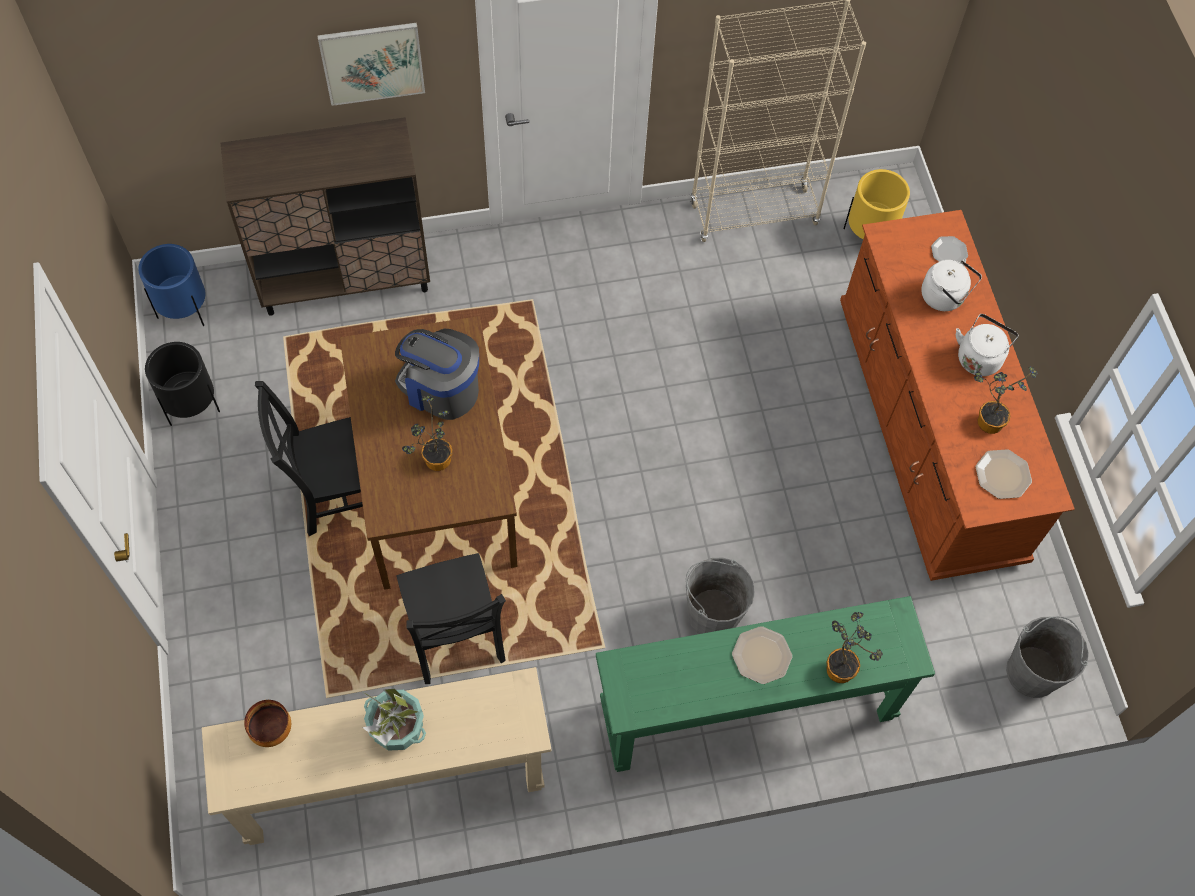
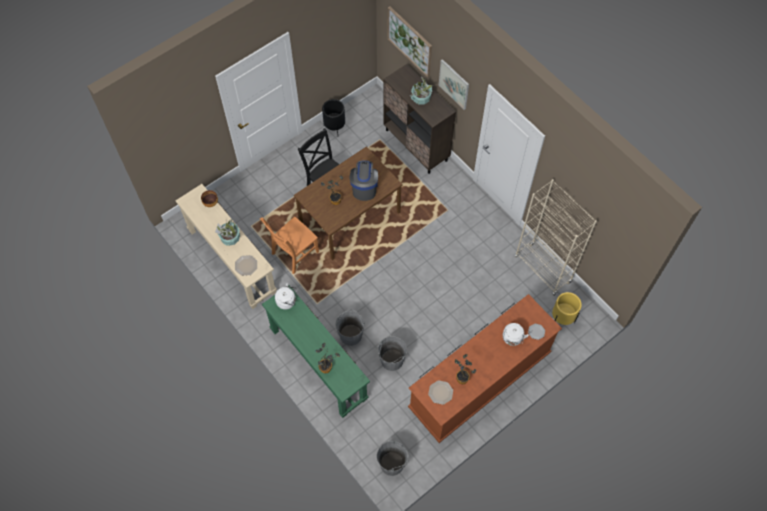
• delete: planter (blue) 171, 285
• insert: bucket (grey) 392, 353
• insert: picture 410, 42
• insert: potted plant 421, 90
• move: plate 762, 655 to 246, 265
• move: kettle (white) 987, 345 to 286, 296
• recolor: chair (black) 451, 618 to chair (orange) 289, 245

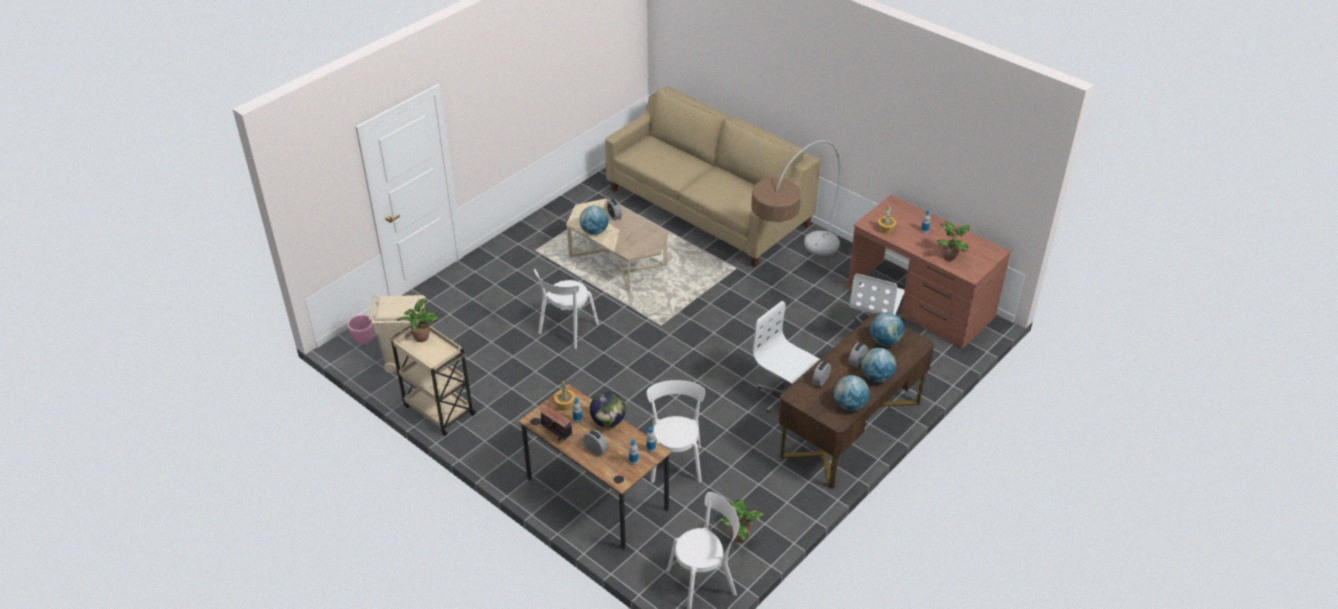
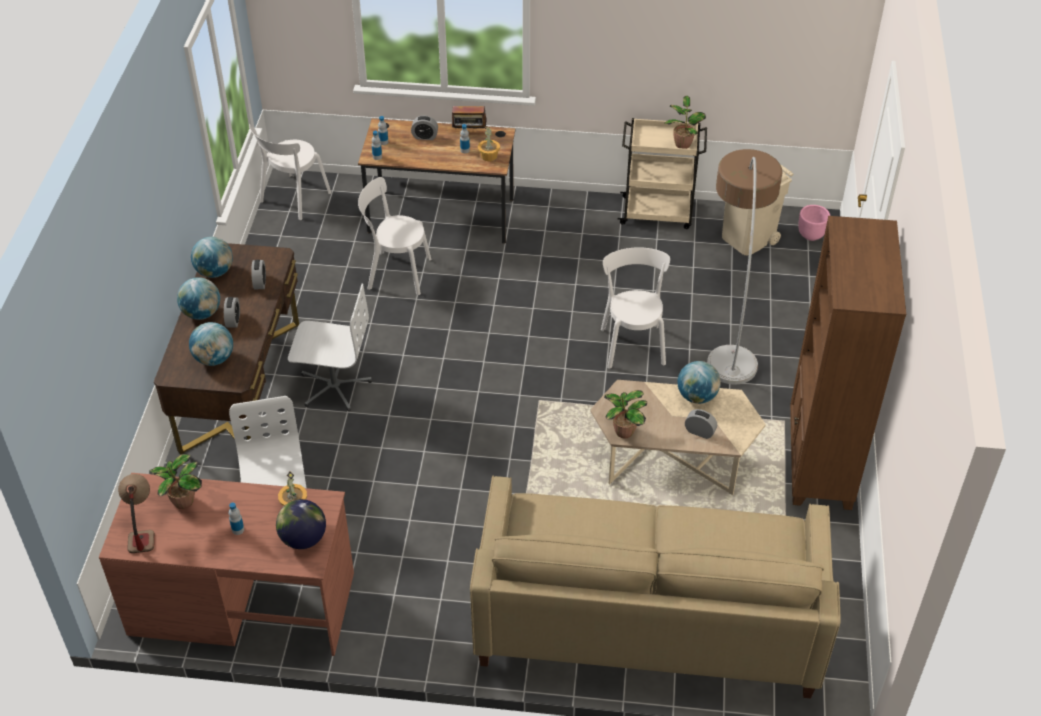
• insert: table lamp 136, 513
• insert: bookcase (brown) 848, 363
• move: globe 608, 409 to 301, 524
• move: potted plant 741, 521 to 625, 414
• move: floor lamp 796, 198 to 745, 267
• rotate: chair (white) 676, 431 = 394, 236 135 degrees clockwise

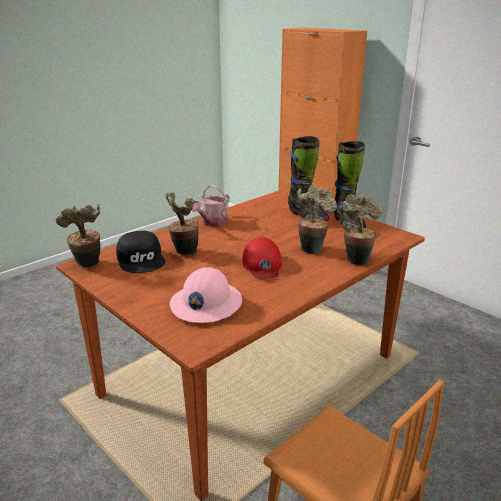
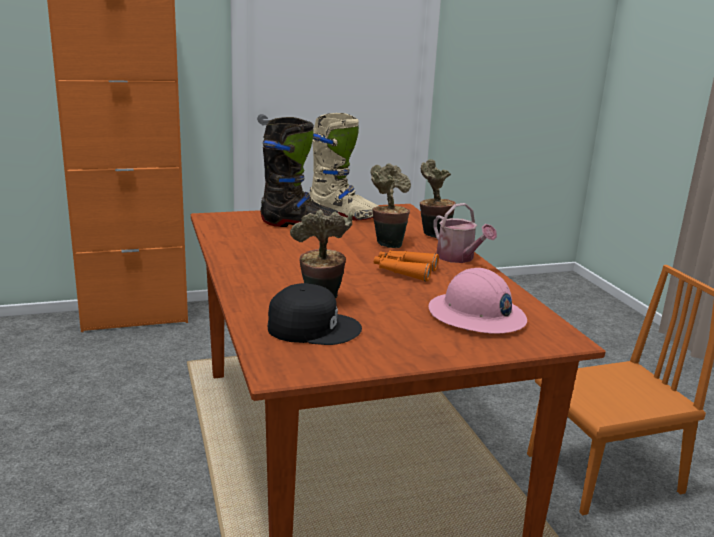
• delete: potted plant 78, 235
• move: watering can 210, 206 to 465, 233
• replace: cap (red) 262, 258 to binoculars (orange) 406, 266
• recolor: boot (black) 350, 185 to boot (beige) 344, 167

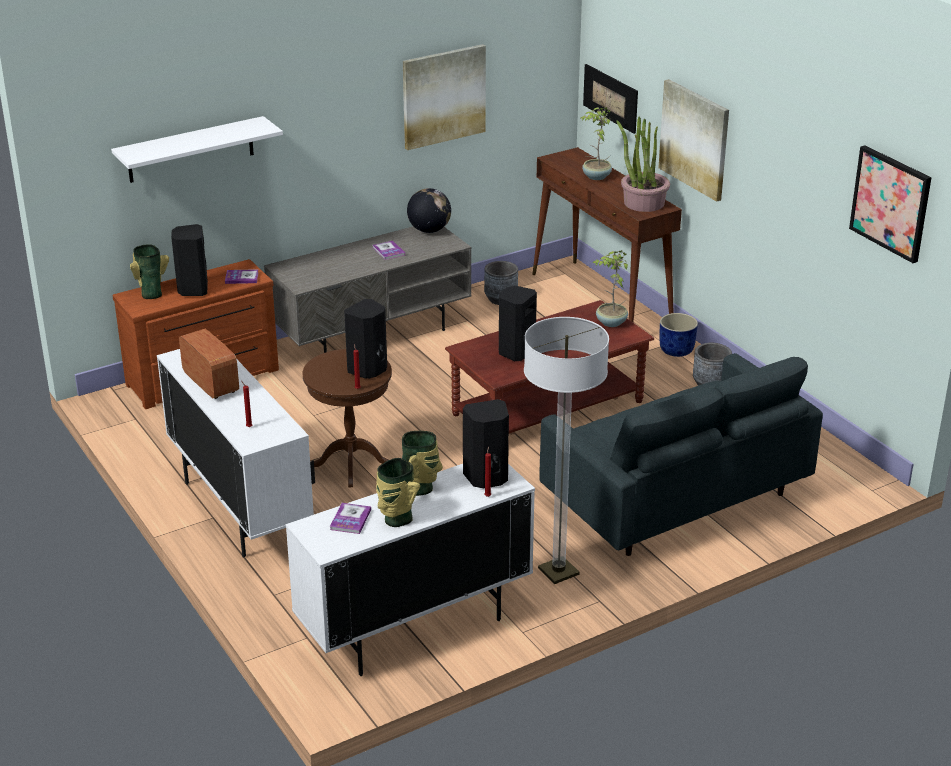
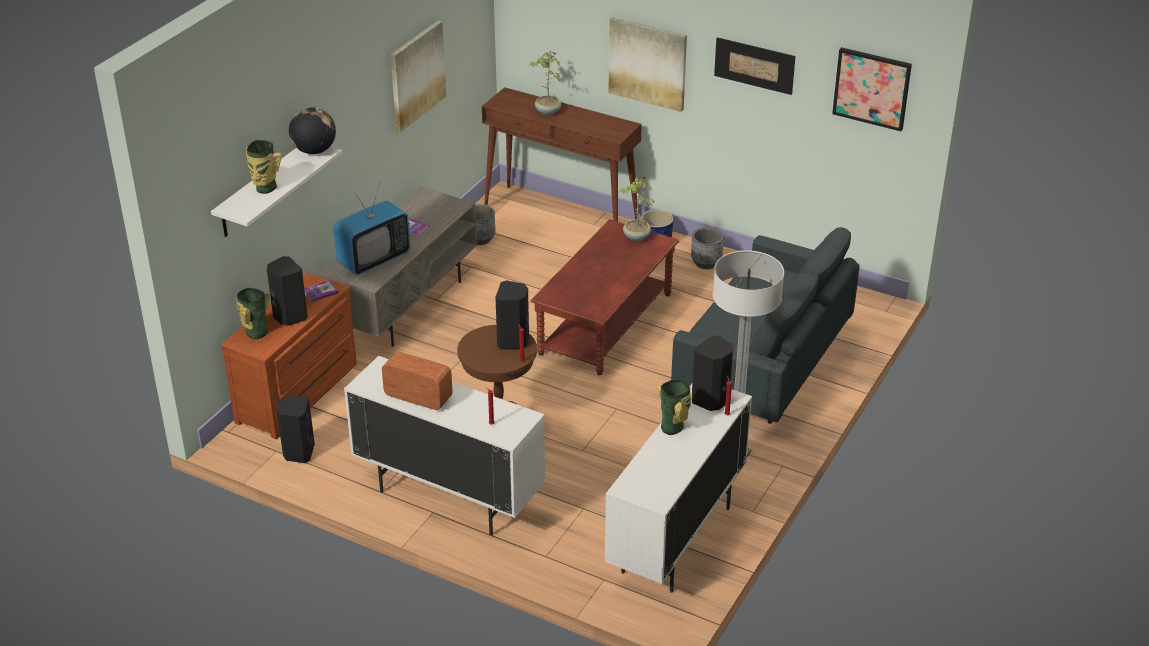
• delete: book 350, 518
• delete: potted plant 643, 164
• insert: television 371, 228
• move: vase 398, 492 to 263, 167
• move: globe 429, 210 to 312, 130
• move: speaker (black) 518, 323 to 296, 429
• move: picture 610, 99 to 755, 66

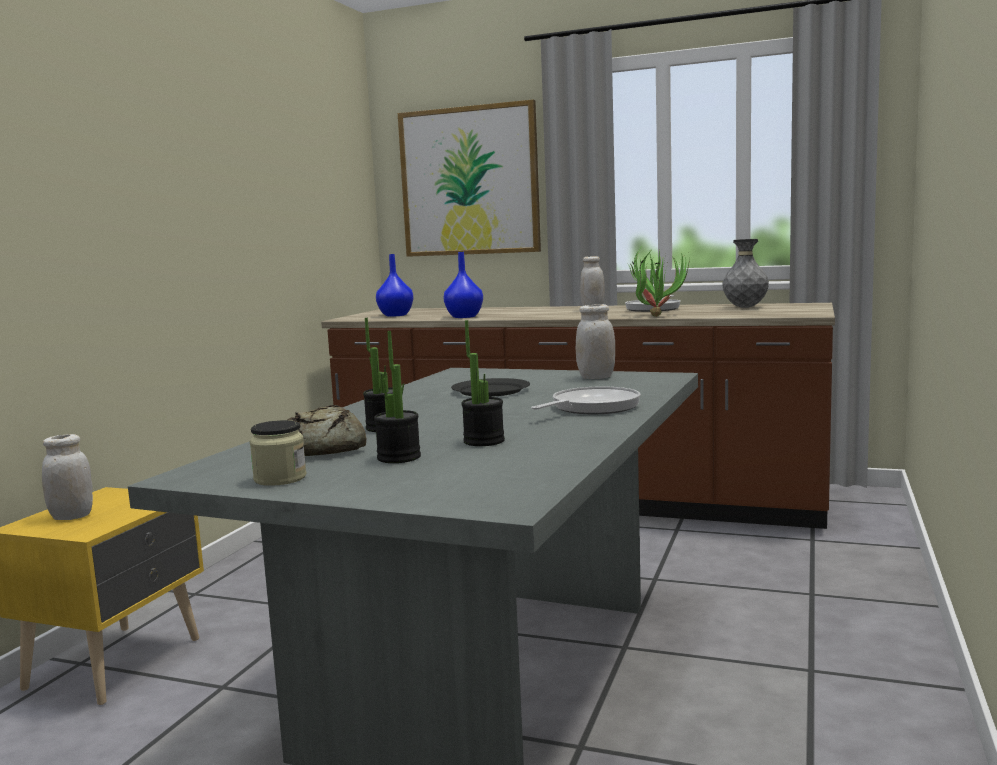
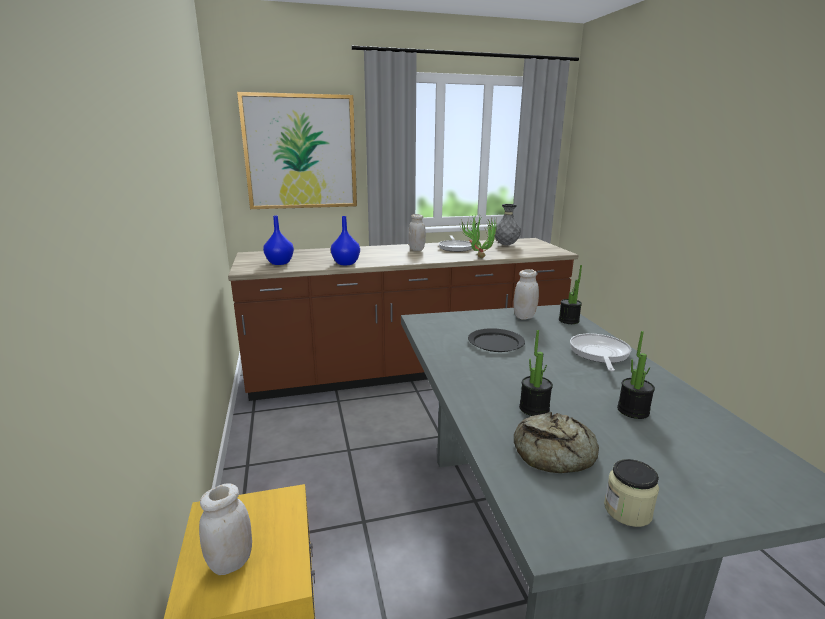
• move: potted plant 397, 397 to 570, 294

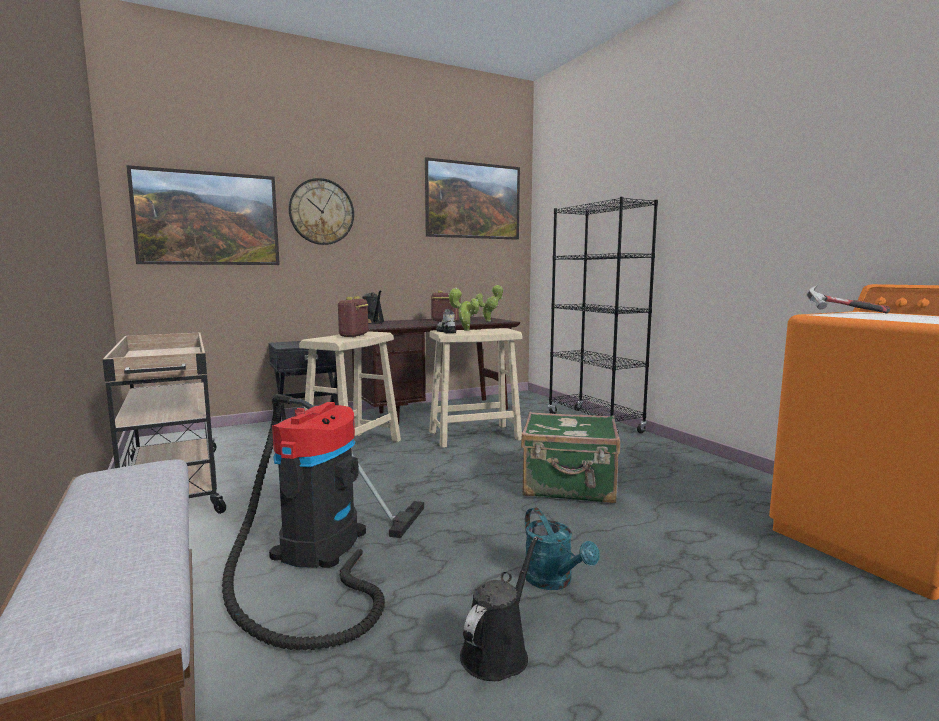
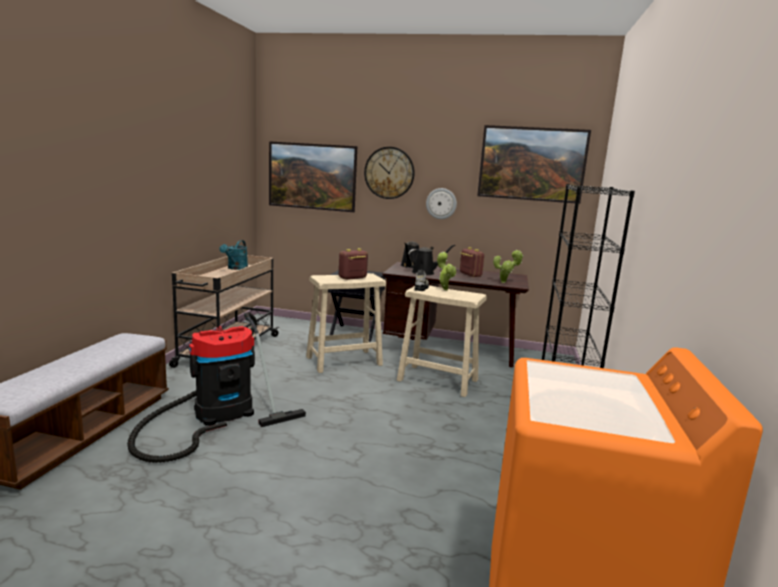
• delete: suitcase (green) 570, 457
• delete: hammer 848, 299
• insert: wall clock 441, 203
• move: watering can (black) 499, 608 to 431, 260
• move: watering can (turquoise) 562, 549 to 233, 255

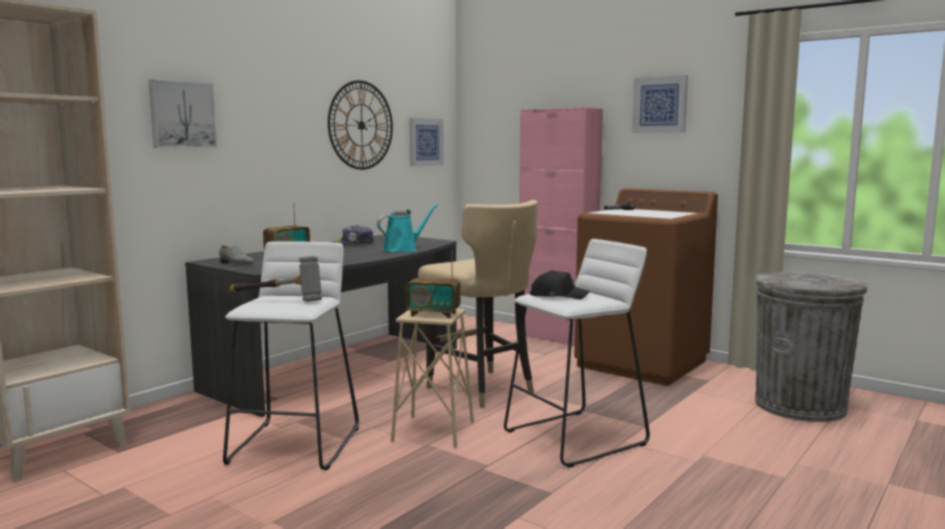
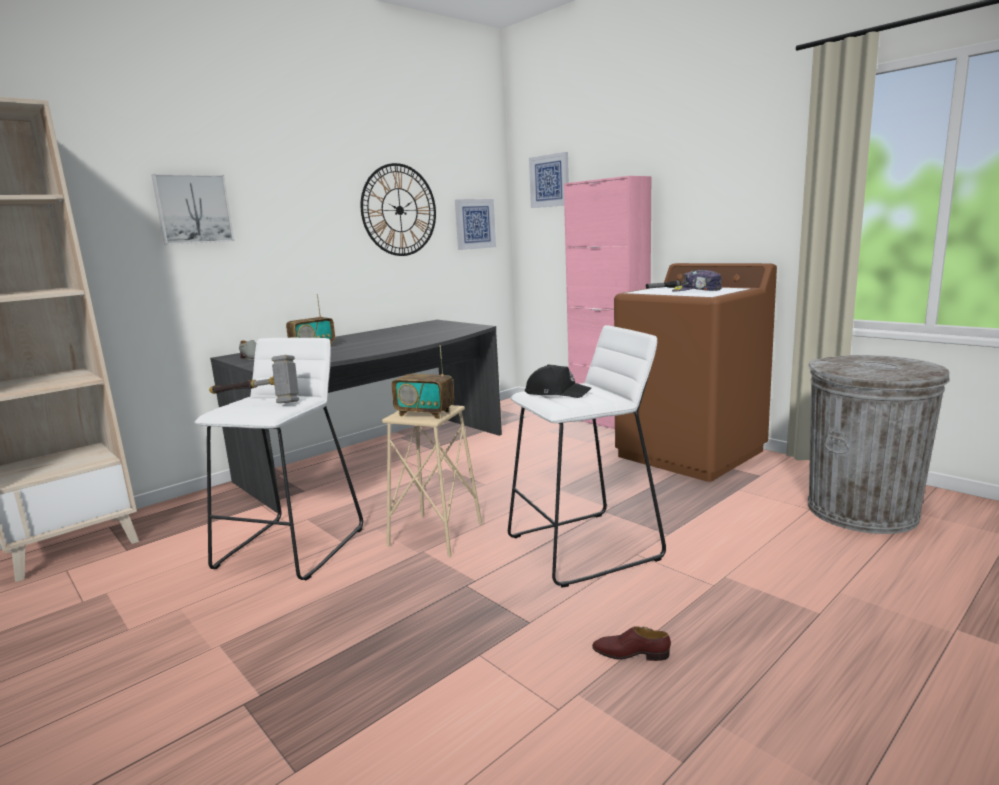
• delete: watering can (turquoise) 407, 228
• delete: chair (beige) 478, 304
• insert: shoe (brown) 631, 643
• move: cap 354, 235 to 697, 280
• move: picture 660, 104 to 549, 180

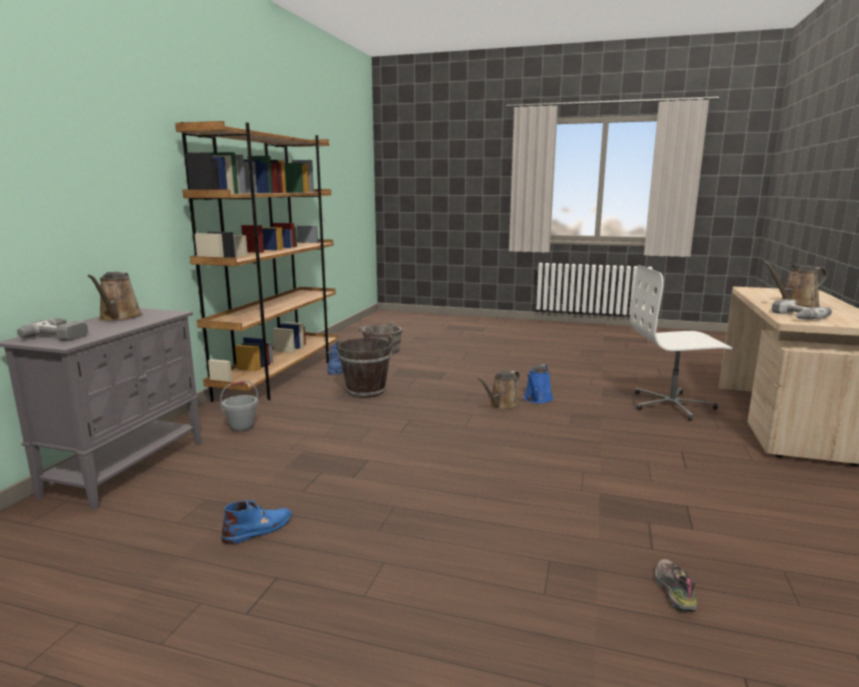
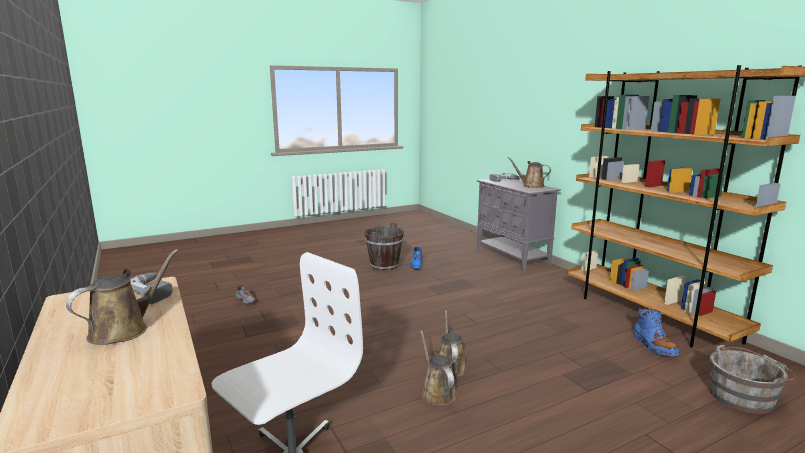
• delete: bucket (grey) 239, 406
• move: bucket (brown) 364, 367 to 384, 246
• recolor: watering can (blue) 538, 383 to watering can (brown) 438, 368

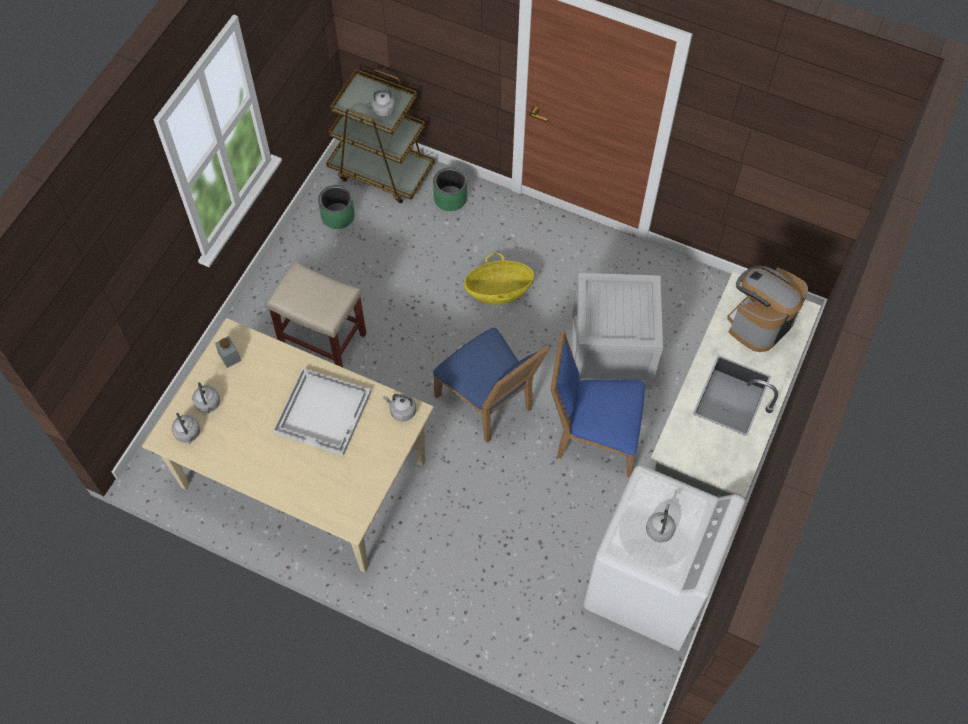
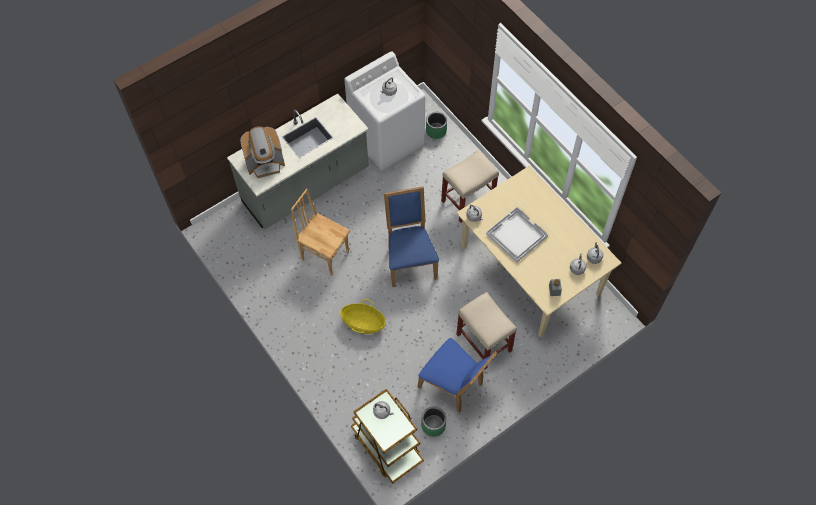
• insert: stool (beige) 470, 186
• move: planter (green) 450, 189 to 436, 125
• move: chair (blue) 597, 404 to 458, 375
• replace: crate 617, 331 to chair (brown) 320, 232

